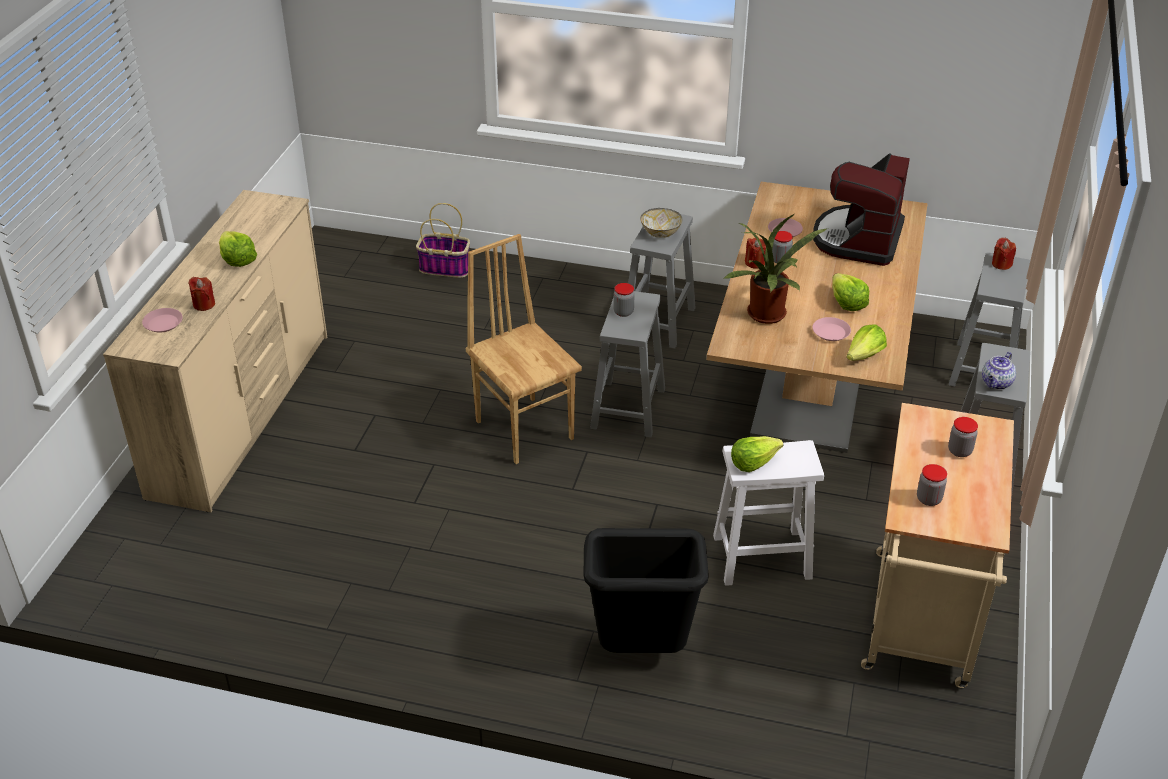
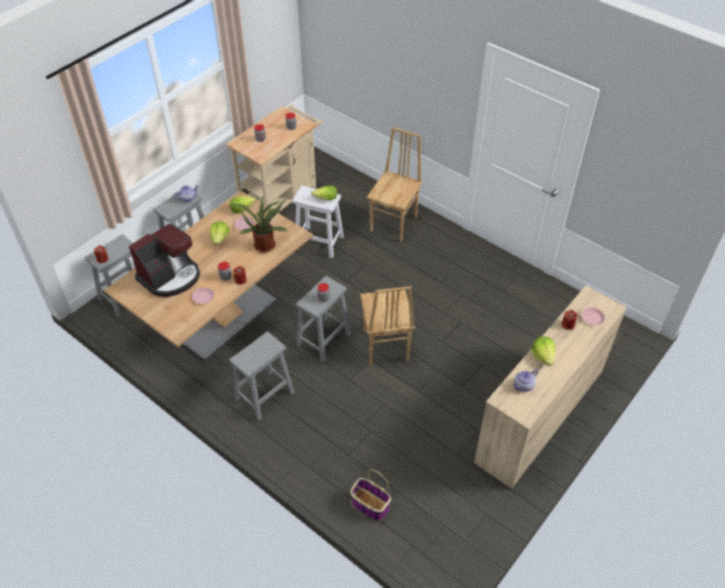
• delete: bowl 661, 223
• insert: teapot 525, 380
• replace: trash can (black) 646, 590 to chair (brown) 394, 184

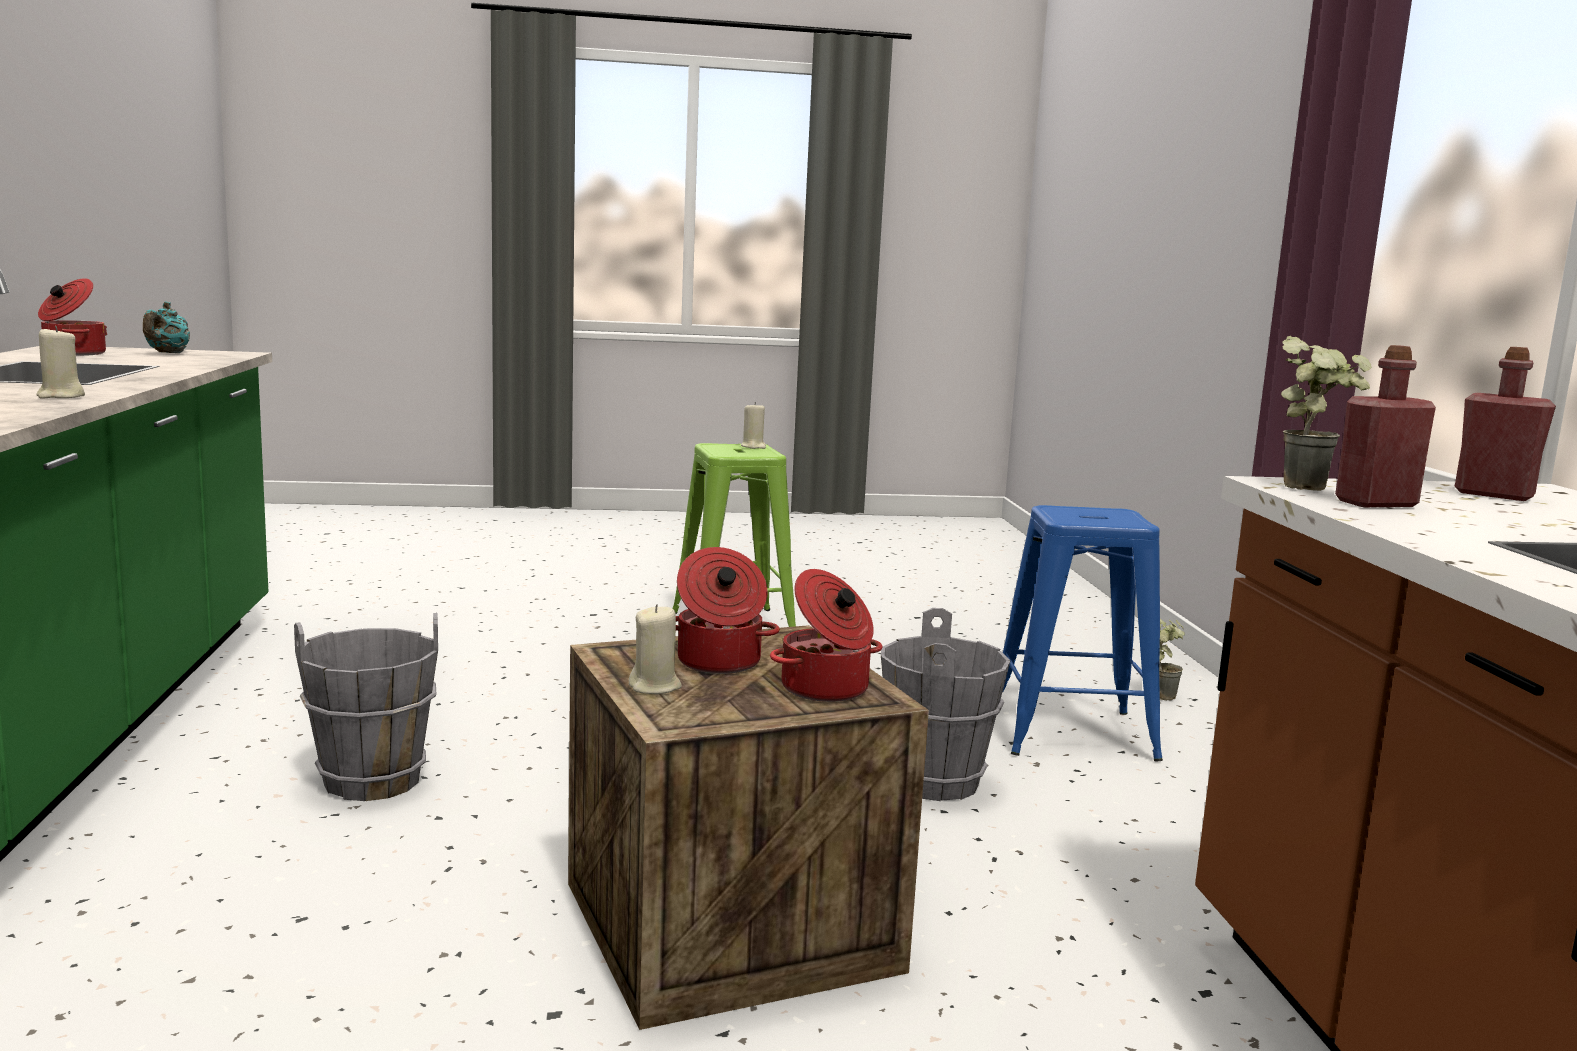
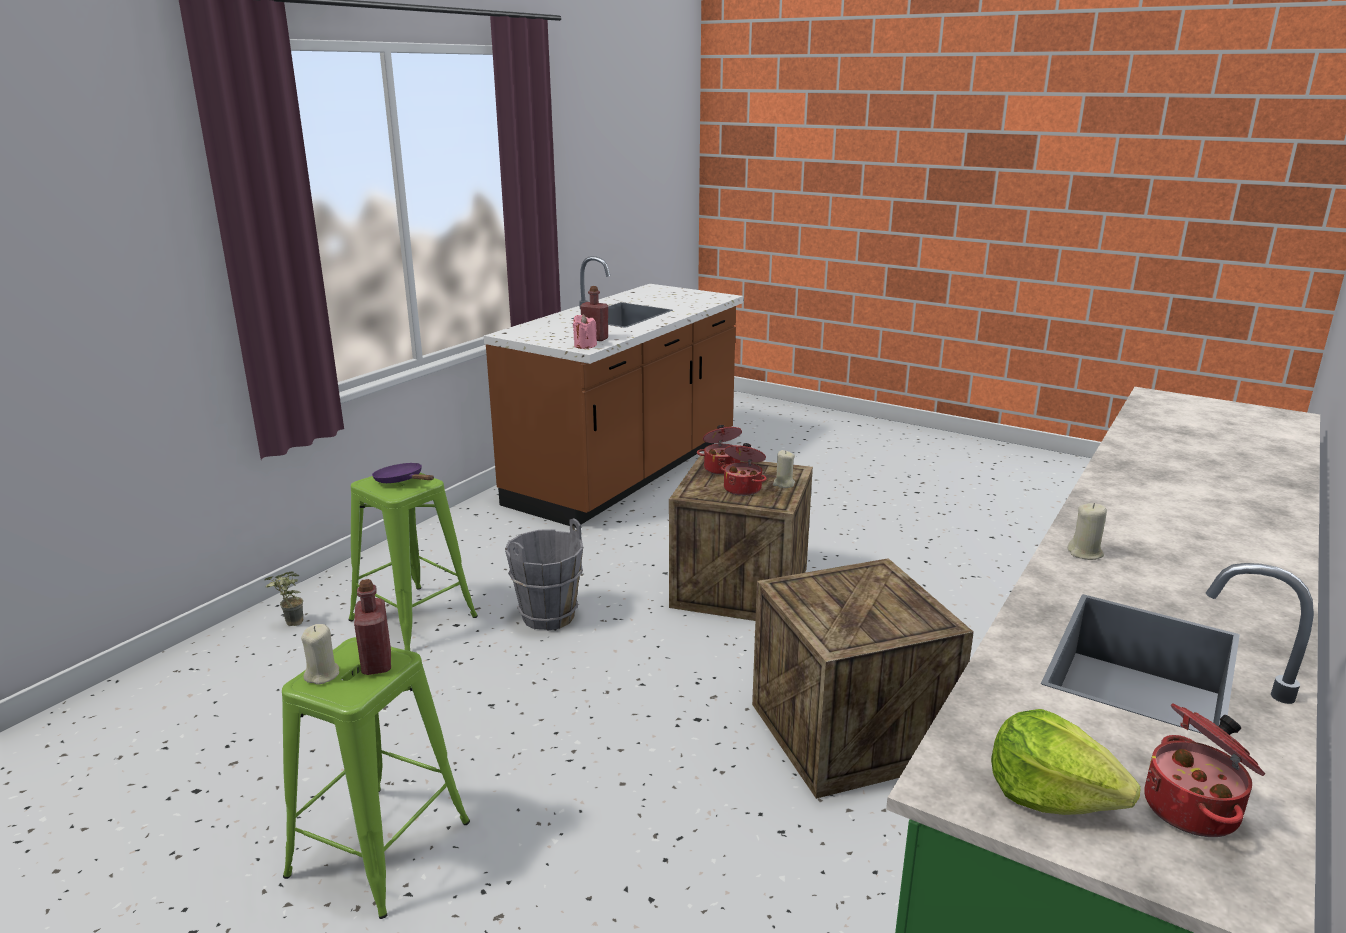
• insert: frying pan (purple) 403, 473
• move: bottle (red) 1505, 424 to 372, 627
• replace: teapot (turquoise) 166, 327 to lettuce 1066, 762
• replace: bucket (grey) 366, 707 to crate 863, 678
• replace: potted plant 1326, 413 to candle (pink) 585, 331
• recolor: stool (blue) 1082, 633 to stool (green) 413, 562

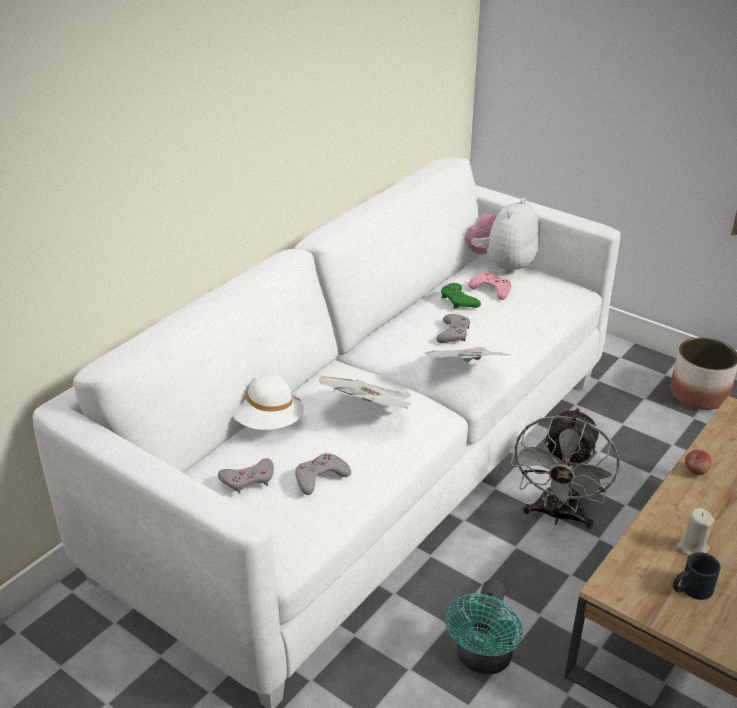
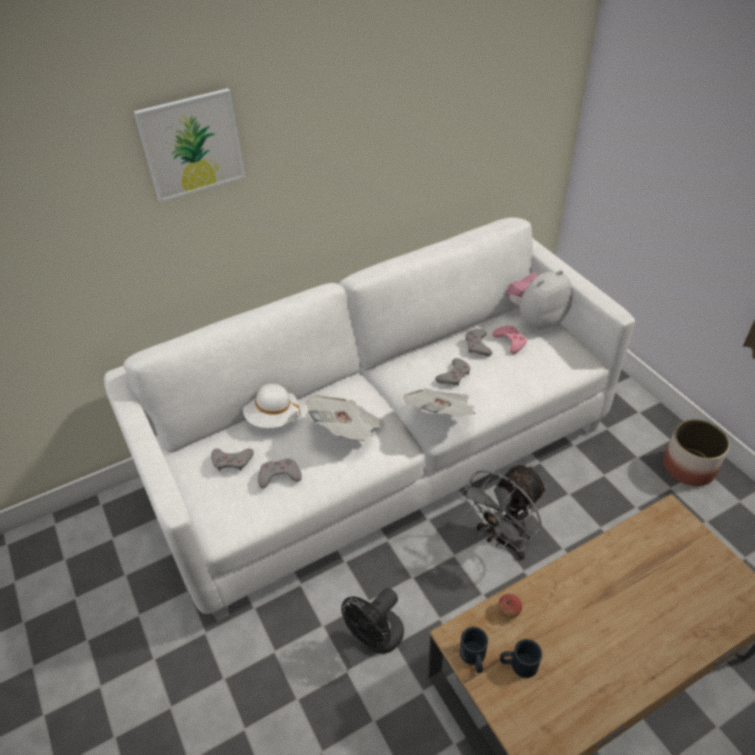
• delete: candle (beige) 696, 532
• insert: picture 189, 145
• insert: mug (black) 474, 650
• move: apple 698, 462 to 510, 606
• recolor: game controller (green) 461, 296 to game controller (grey) 478, 342
• recolor: fan (turquoise) 483, 627 to fan (black) 372, 621

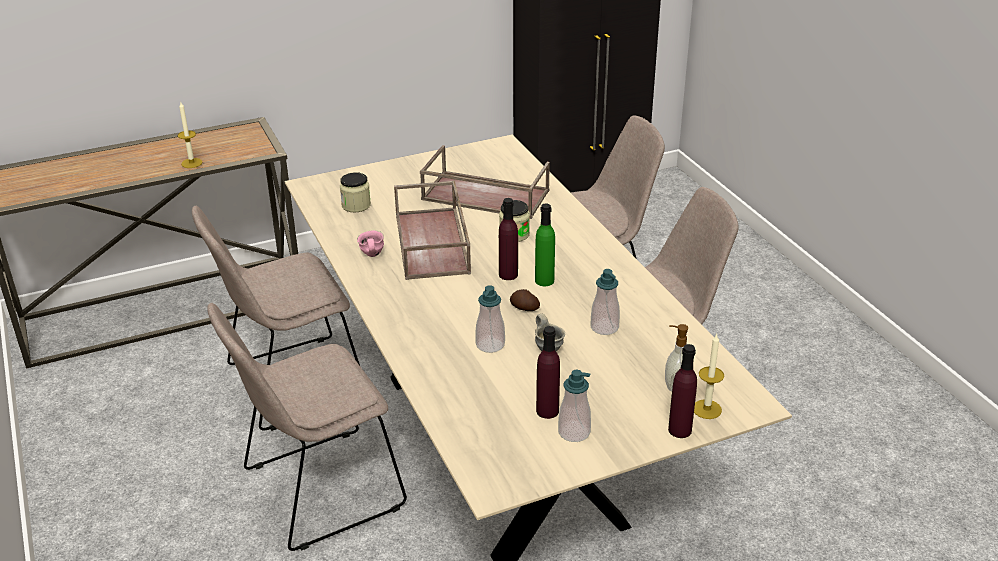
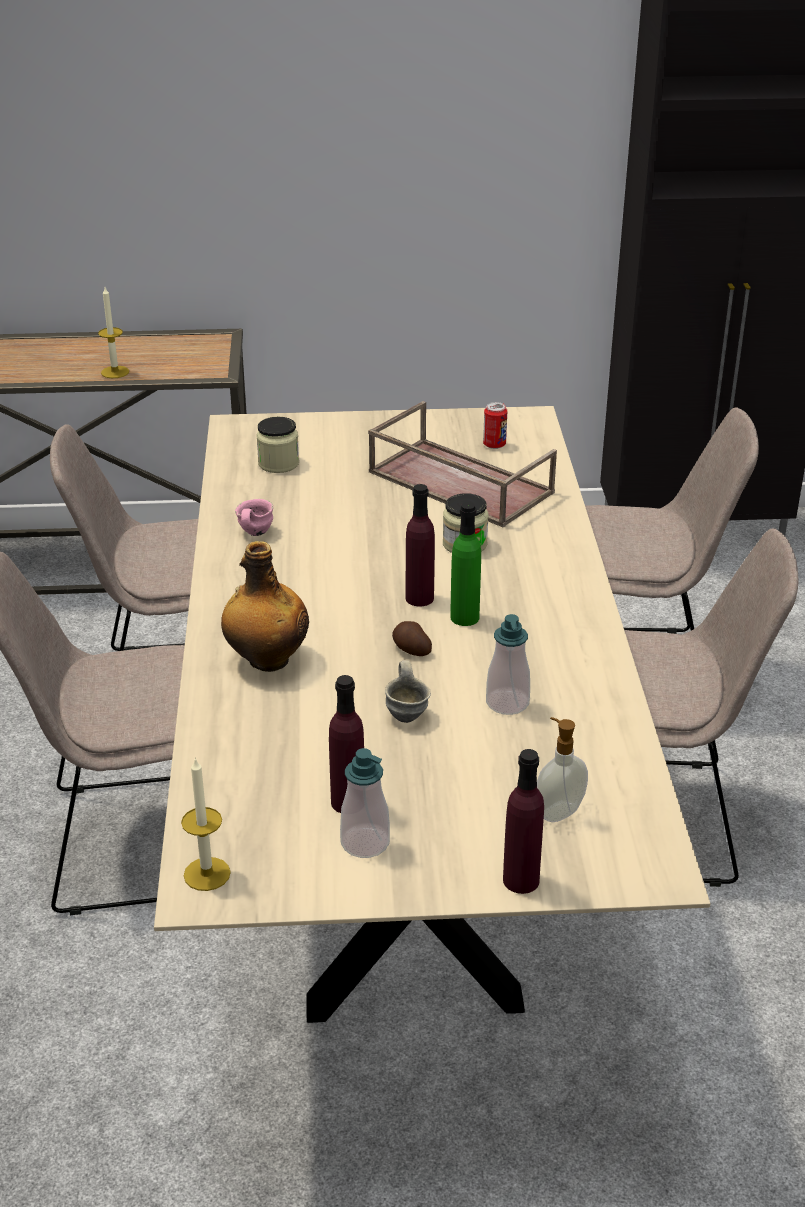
• delete: tray (brown) 432, 230
• delete: soap dispenser 490, 319
• insert: bottle 265, 606
• insert: can 495, 425
• move: candle 709, 376 to 206, 824

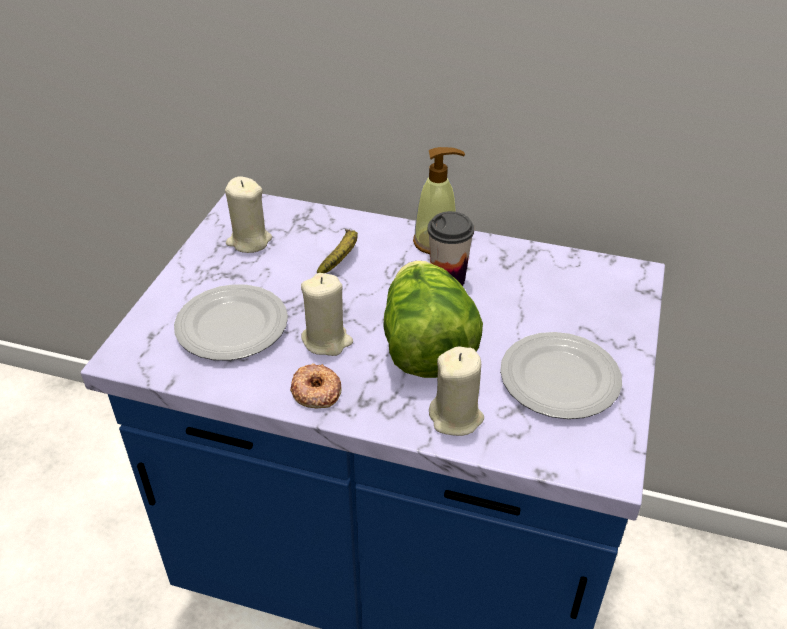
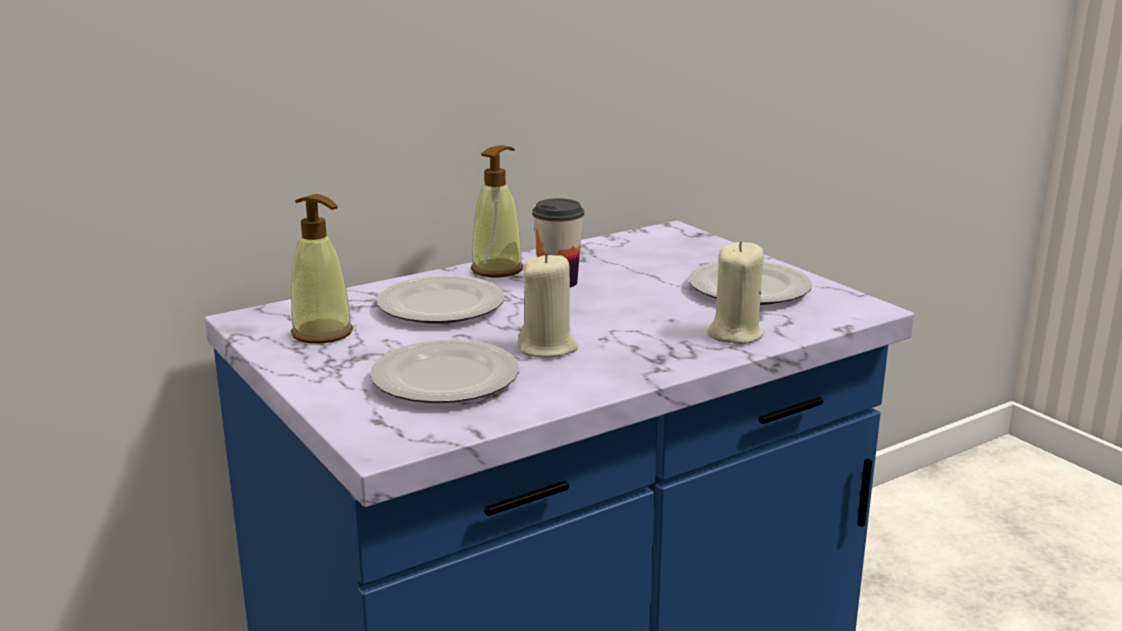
• delete: donut 315, 386
• delete: lettuce 433, 319
• replace: candle (beige) 248, 214 to soap dispenser 322, 269
• replace: banana 337, 251 to plate 441, 299

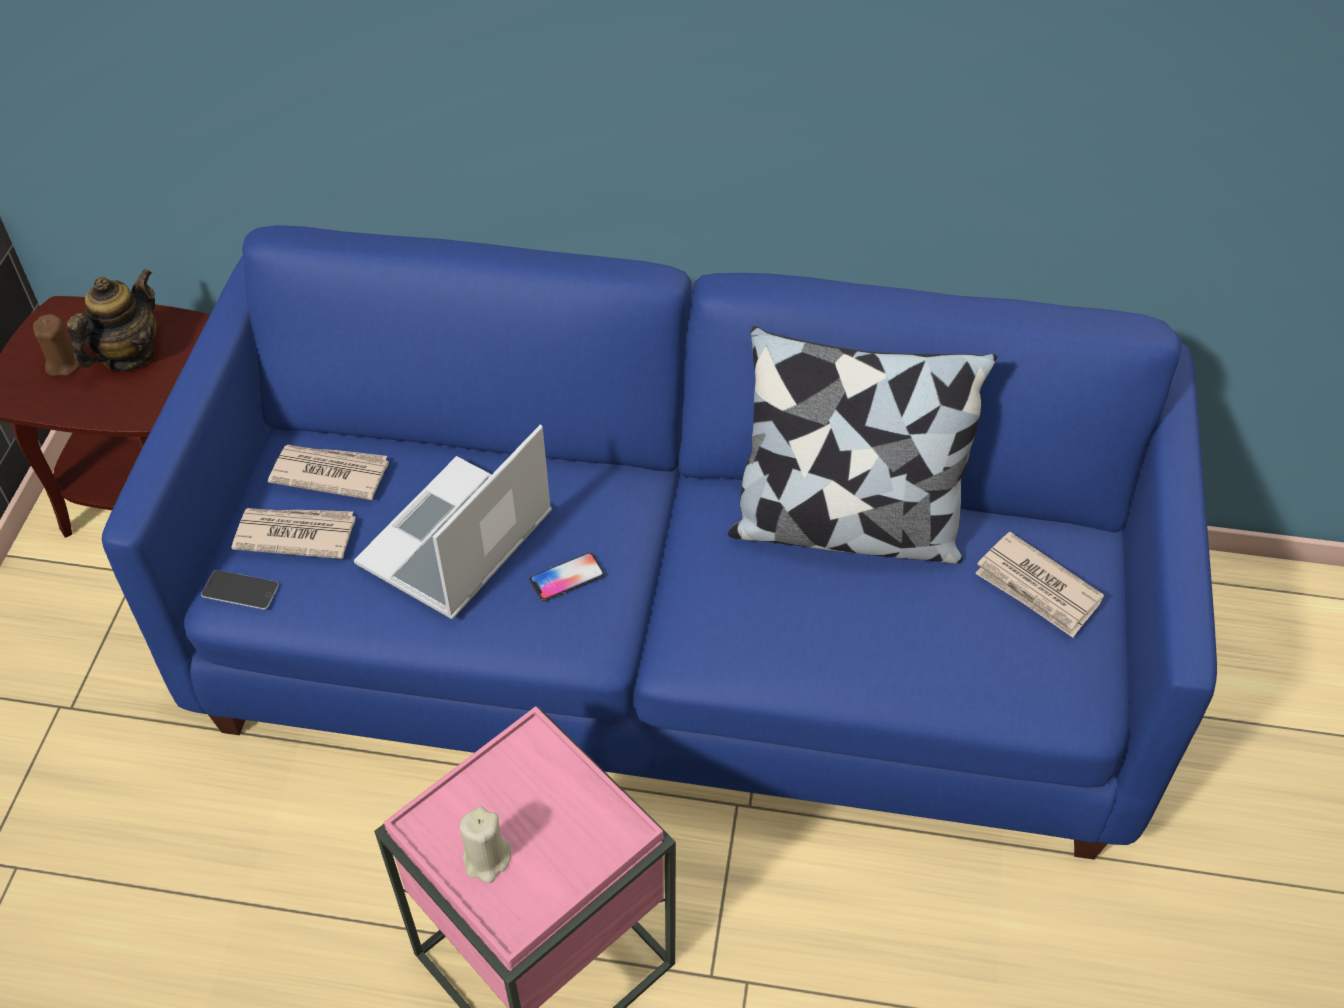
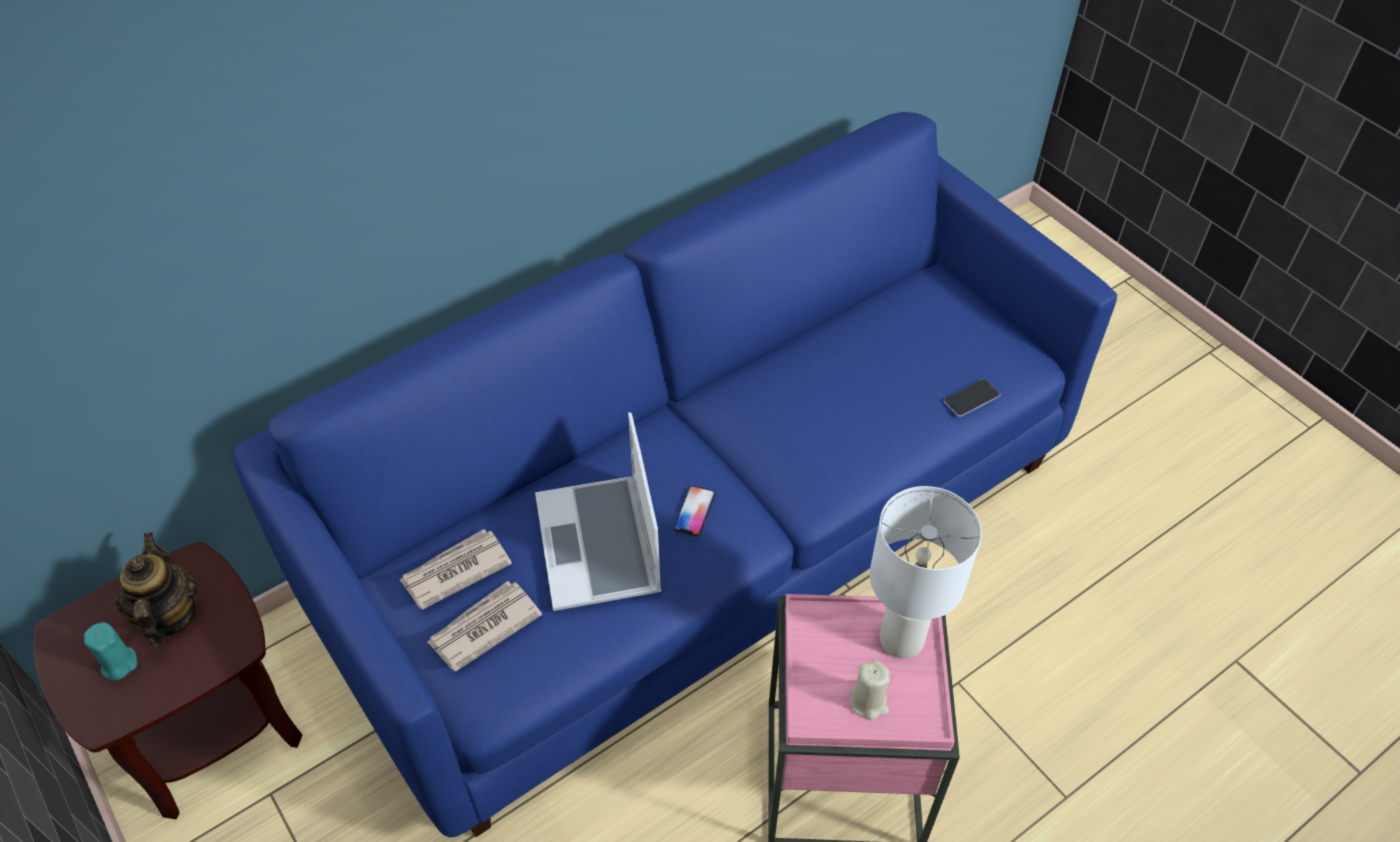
• delete: pillow 862, 444
• delete: newspaper 1039, 585
• insert: table lamp (white) 926, 572
• move: phone 240, 590 to 971, 398
• recolor: candle (brown) 56, 345 to candle (turquoise) 110, 651

